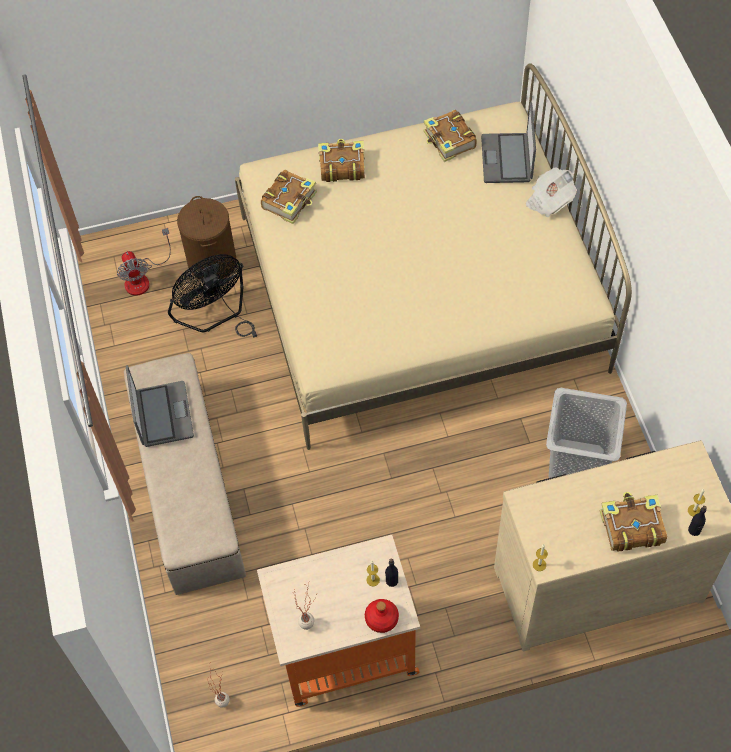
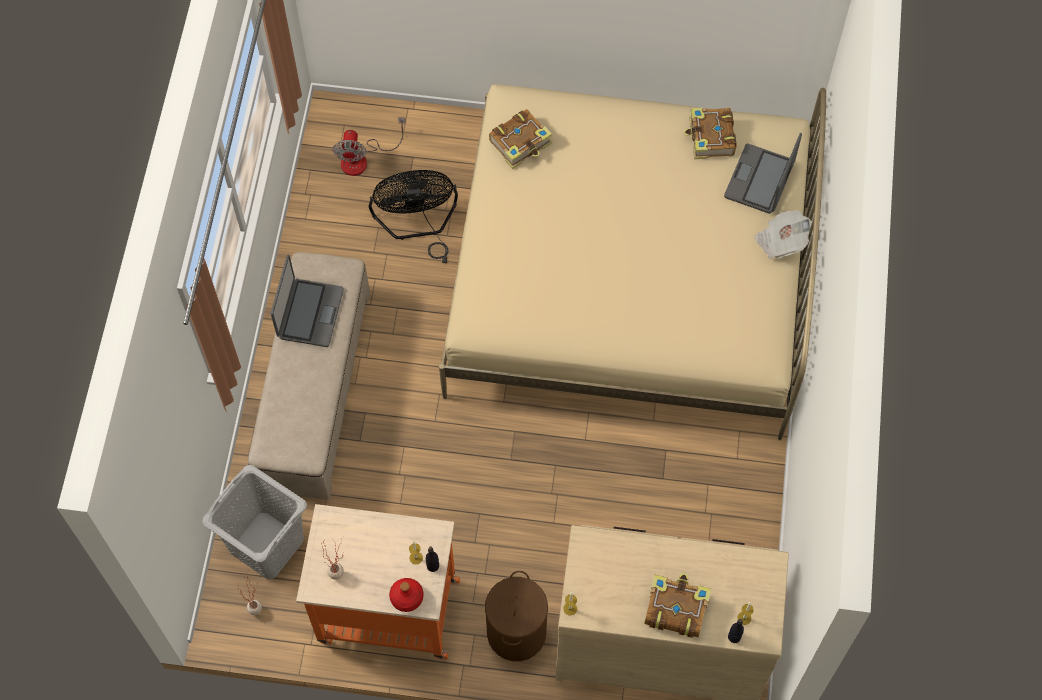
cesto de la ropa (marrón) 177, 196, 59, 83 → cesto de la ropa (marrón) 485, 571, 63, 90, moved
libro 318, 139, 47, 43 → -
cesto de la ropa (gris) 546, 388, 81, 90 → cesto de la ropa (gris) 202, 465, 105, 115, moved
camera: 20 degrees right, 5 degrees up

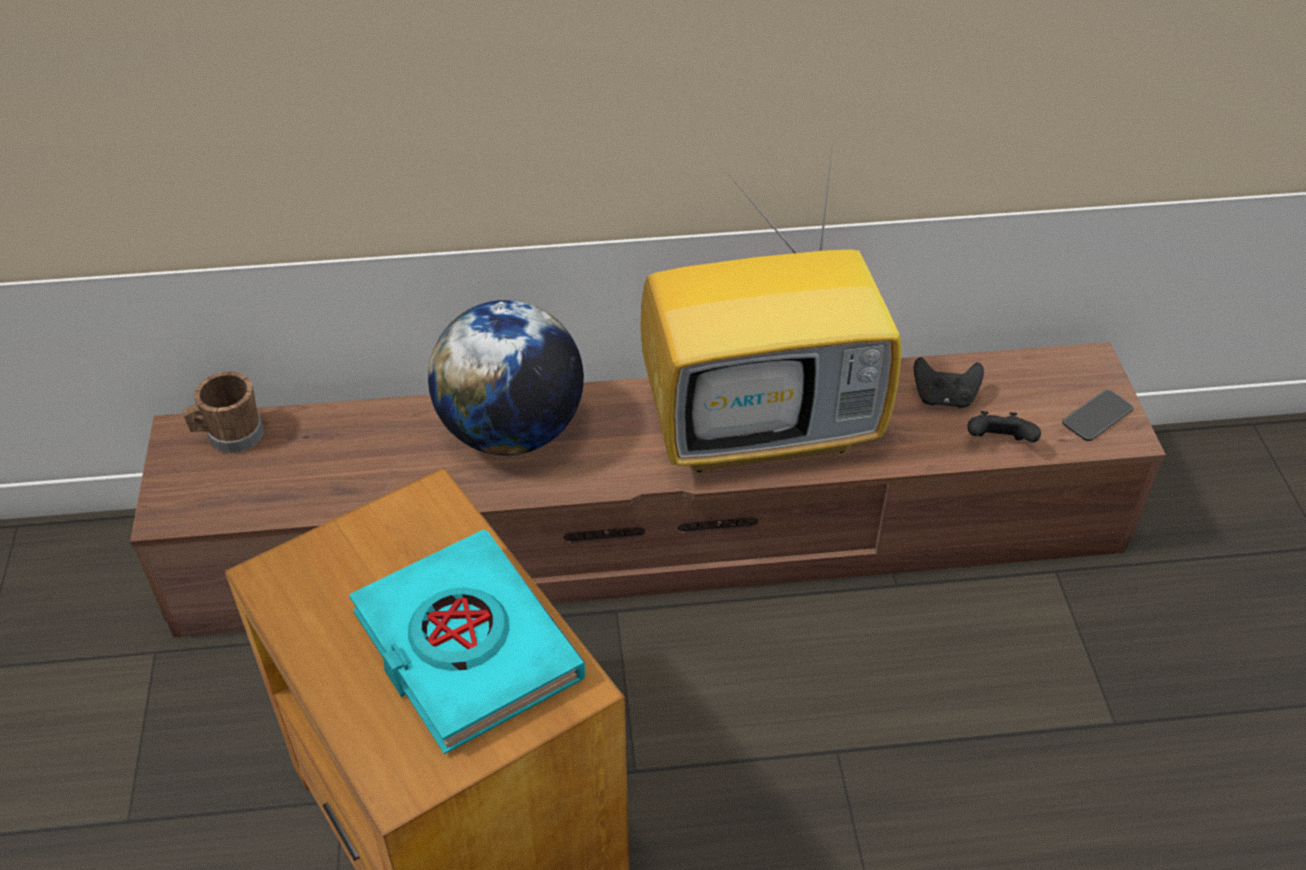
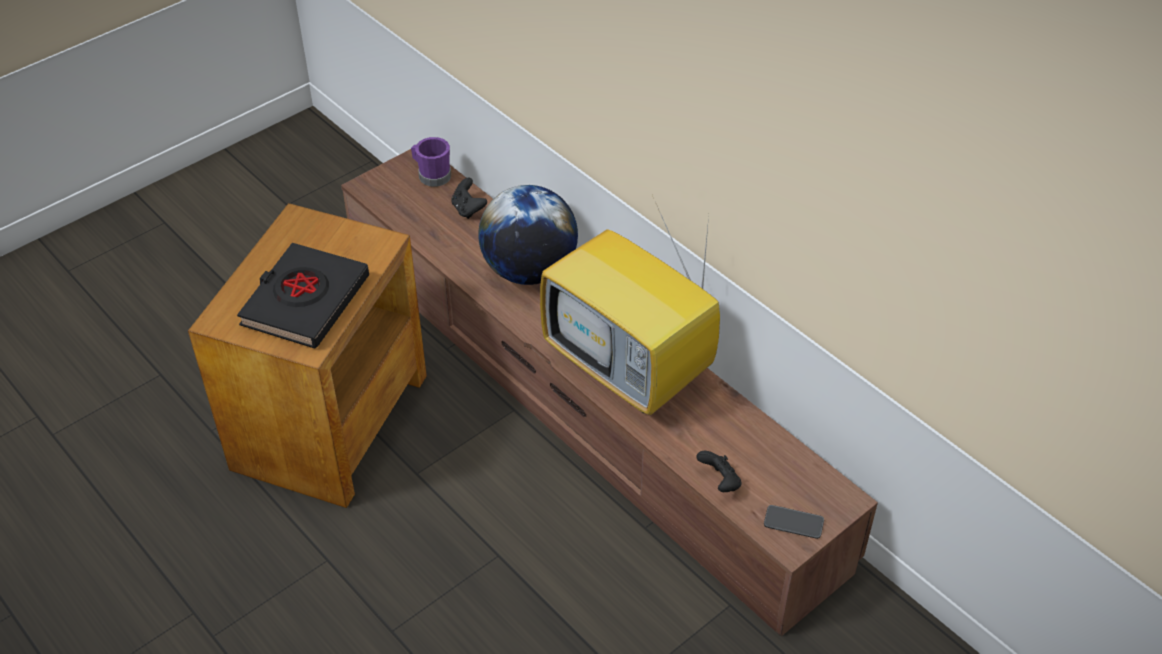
taza grande (marrón) 183, 371, 80, 82 → taza grande (morado) 411, 137, 40, 50
libro (turquesa) 349, 530, 237, 224 → libro (negro) 237, 243, 132, 106
mando de consola (negro) 914, 357, 70, 51 → mando de consola (negro) 452, 178, 35, 41, moved
camera: 55 degrees right, 0 degrees up

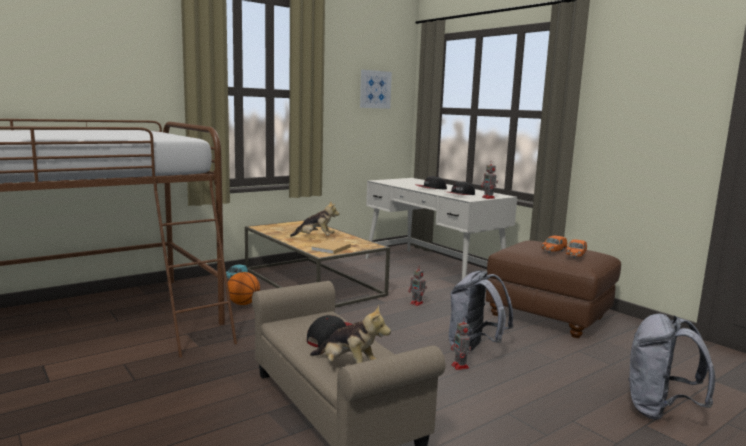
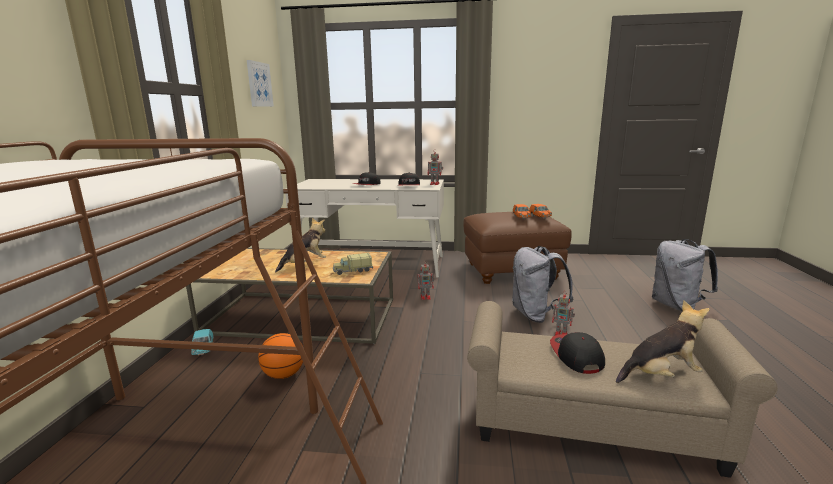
libro (beis) 311, 240, 40, 14 → camión de juguete 333, 253, 40, 22
camera: 45 degrees left, 5 degrees up

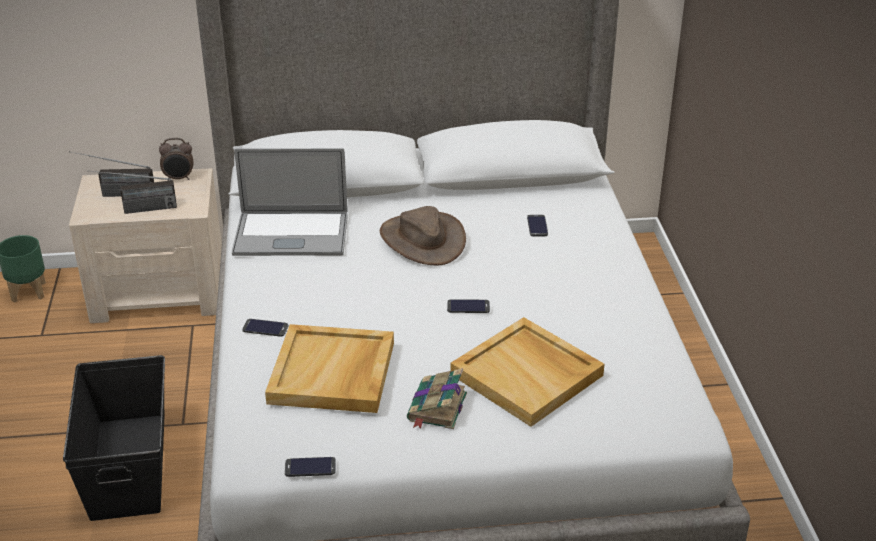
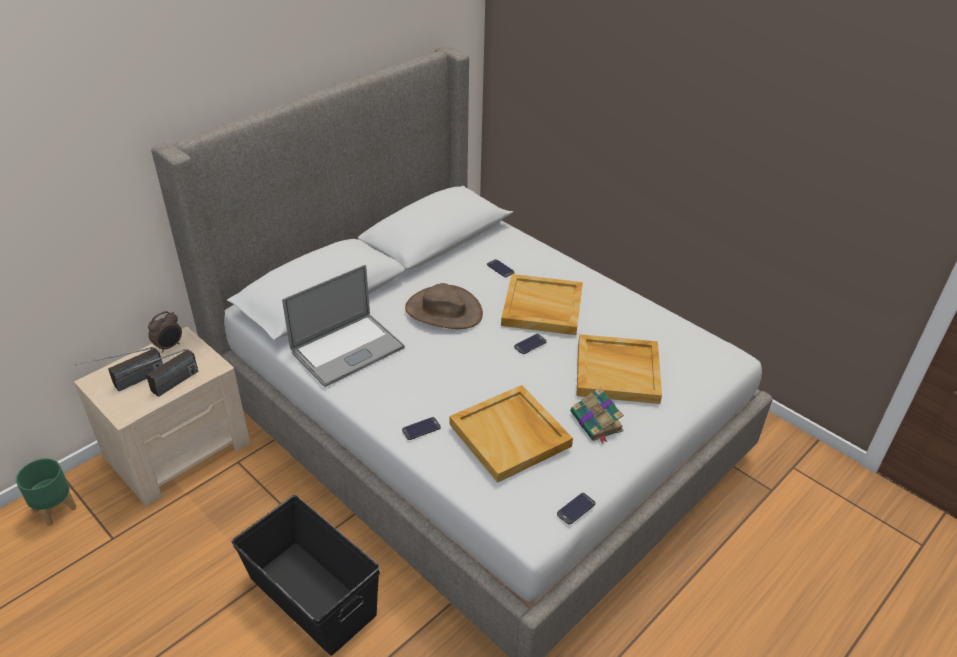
- → bandeja (beis) 501, 274, 82, 61
camera: 40 degrees left, 5 degrees up

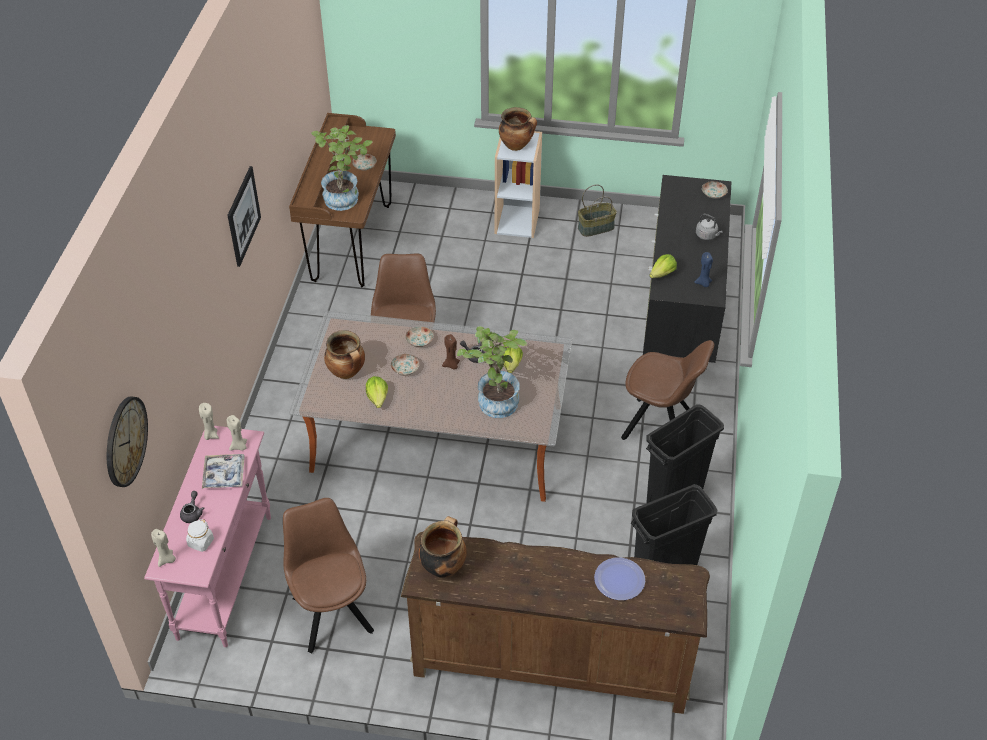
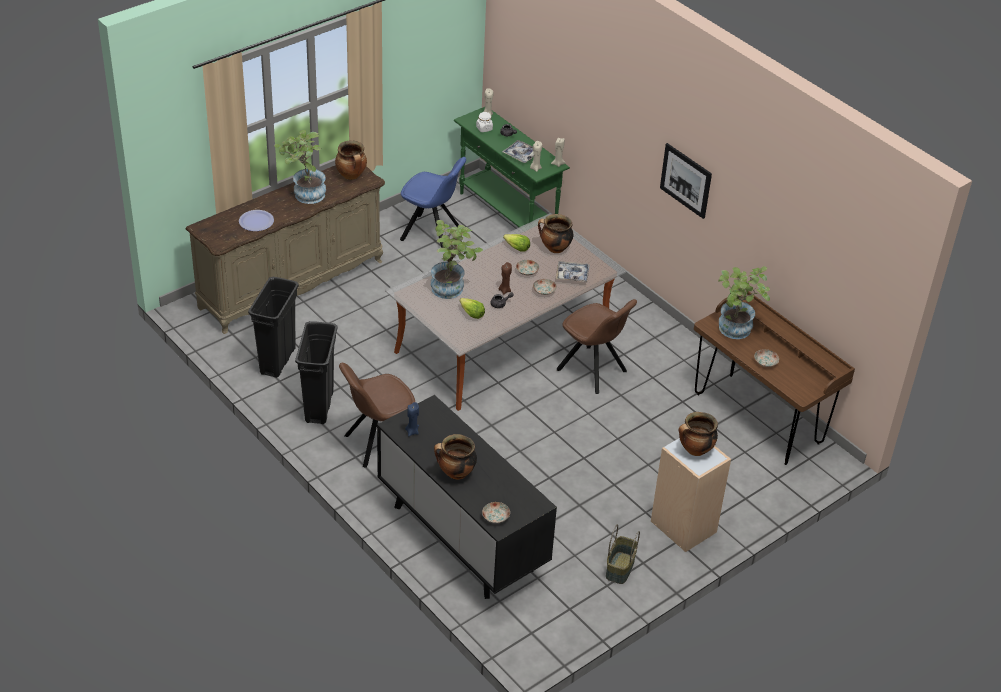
reloj de pared 107, 396, 41, 91 → -
mesa consola (rosa) 144, 426, 127, 221 → mesa consola (verde) 454, 107, 116, 120
silla (marrón) 283, 498, 91, 155 → silla (azul) 400, 157, 66, 91
lechuga 649, 254, 28, 24 → -
hervidor (gris) 696, 214, 27, 26 → olla 434, 434, 43, 46
- → planta en maceta 274, 130, 52, 74
- → bandeja 556, 261, 34, 22
camera: 130 degrees right, 5 degrees down

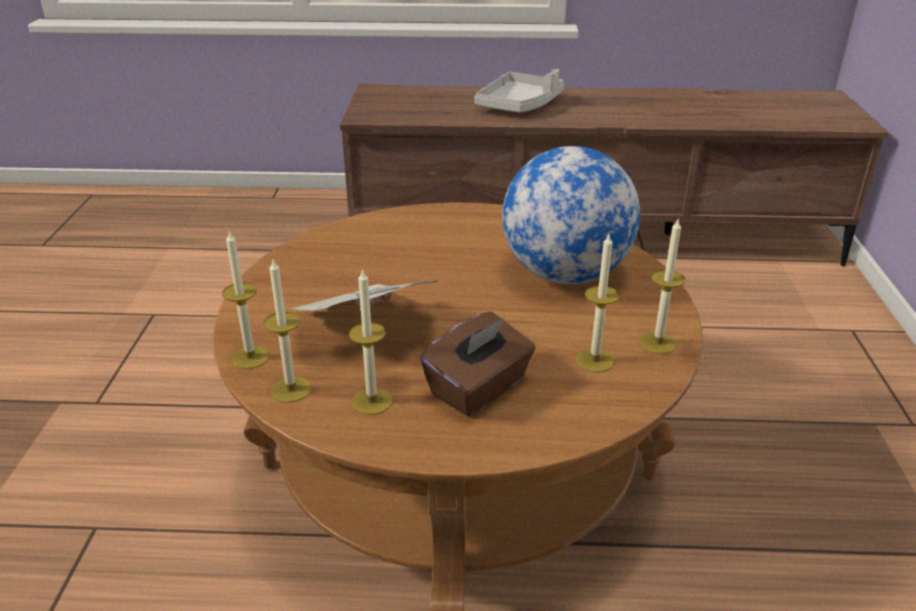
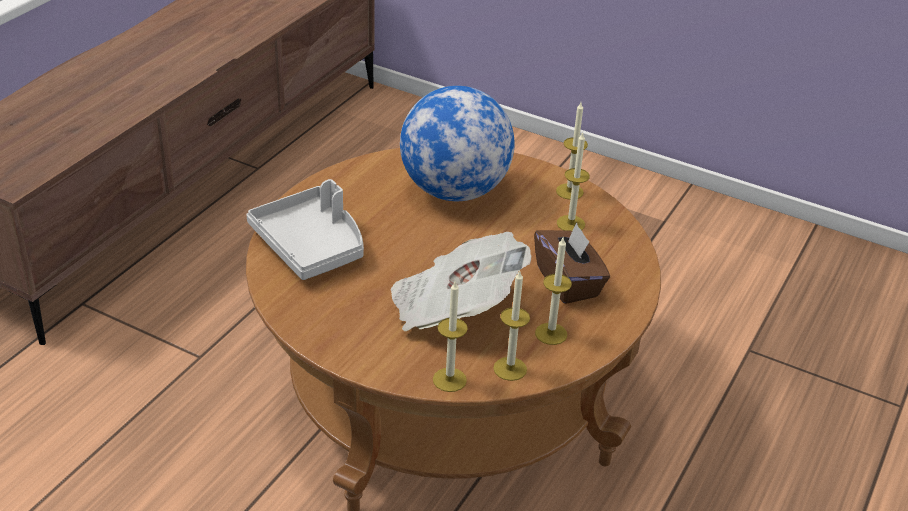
bandeja (gris) 474, 69, 90, 44 → bandeja (gris) 246, 179, 118, 101, moved
camera: 65 degrees left, 5 degrees up

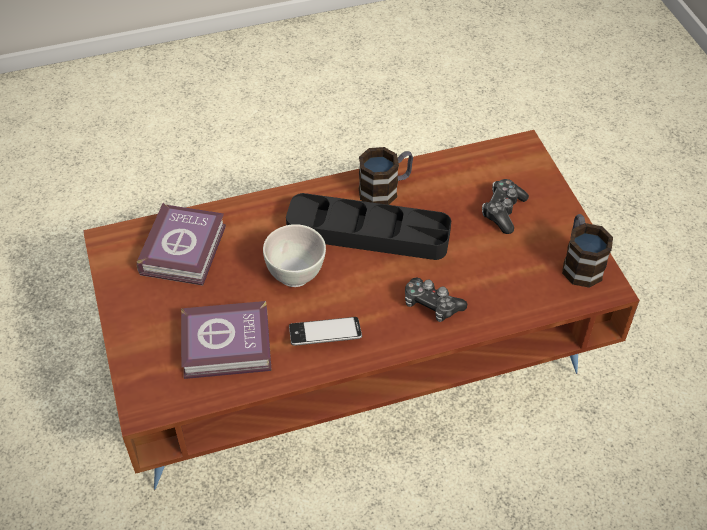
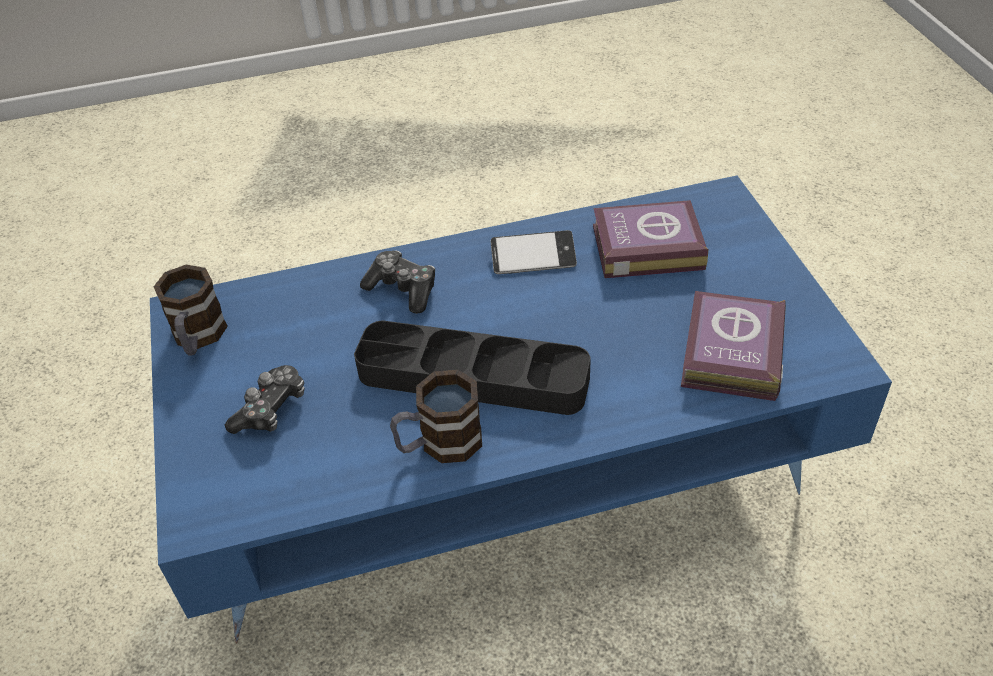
mesa de centro (marrón) 83, 130, 557, 360 → mesa de centro (azul) 150, 176, 742, 468
cuenco (blanco) 263, 224, 63, 63 → -
camera: 175 degrees left, 5 degrees down

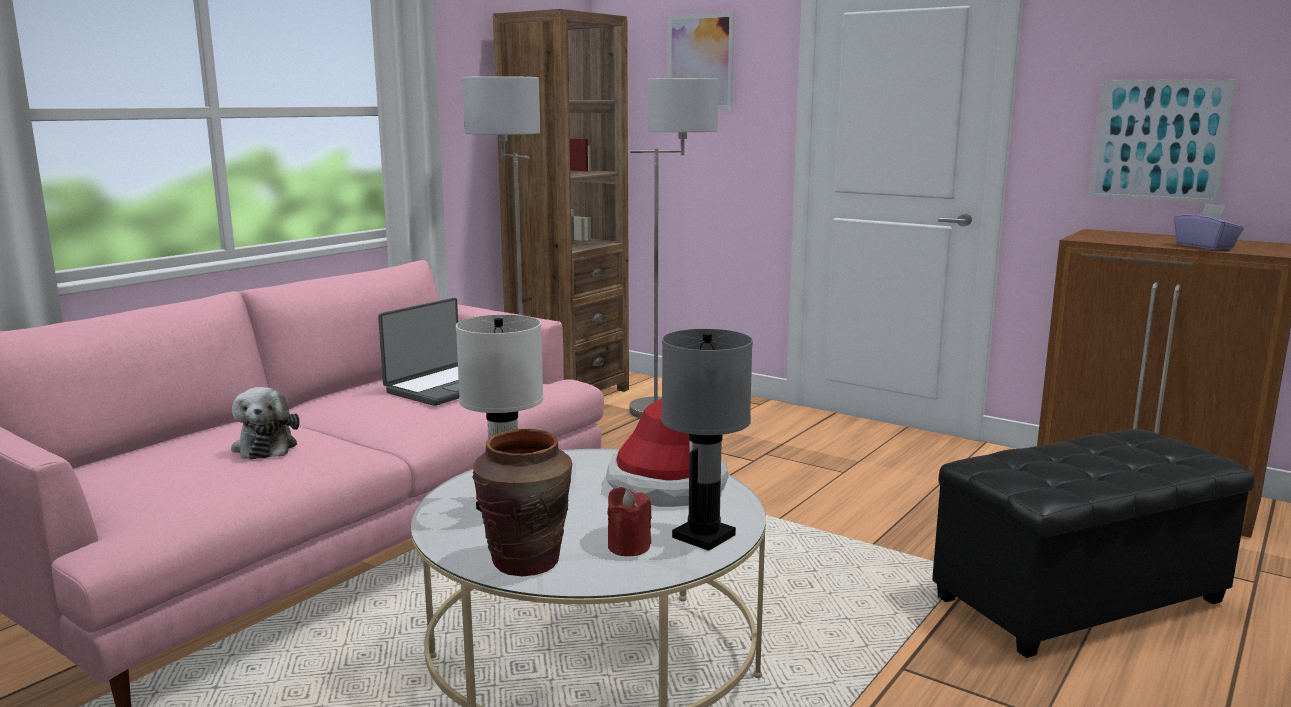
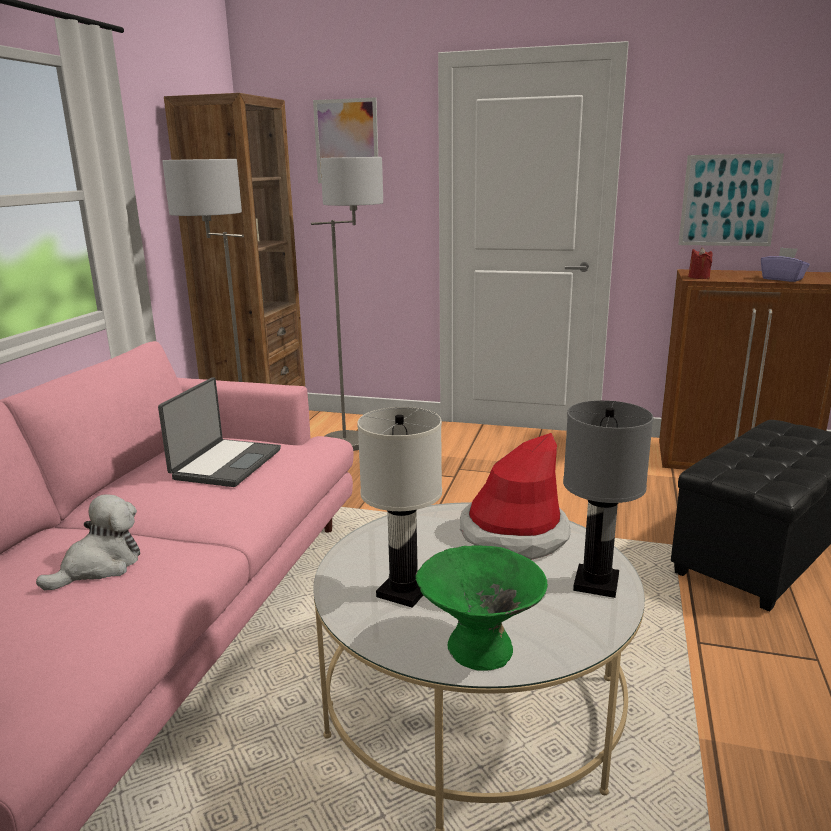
peluche 231, 387, 69, 73 → peluche 36, 494, 104, 96, 105 degrees counterclockwise
florero (marrón) 472, 429, 100, 147 → cuenco (verde) 415, 545, 133, 126
vela (rojo) 607, 487, 45, 69 → vela (rojo) 688, 247, 24, 32, moved
camera: 20 degrees left, 5 degrees up

